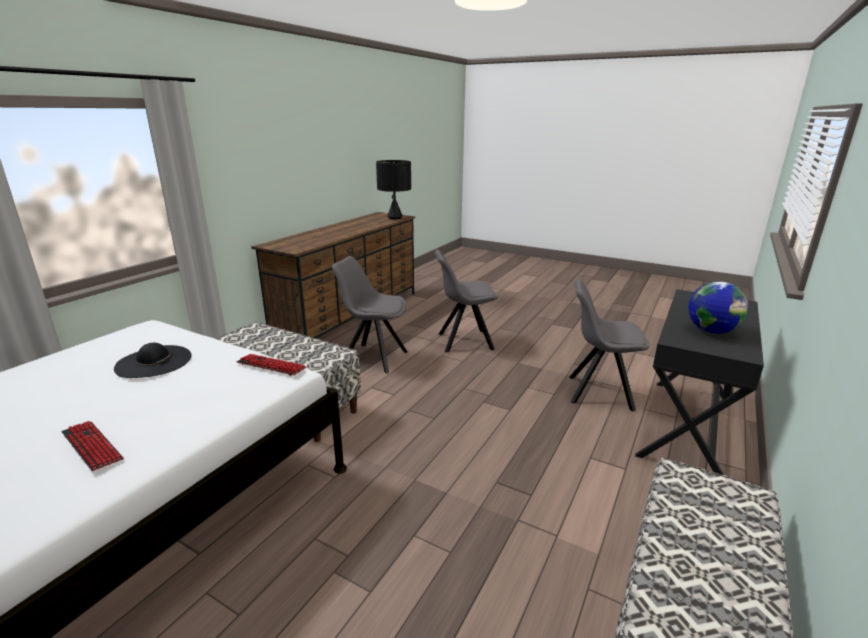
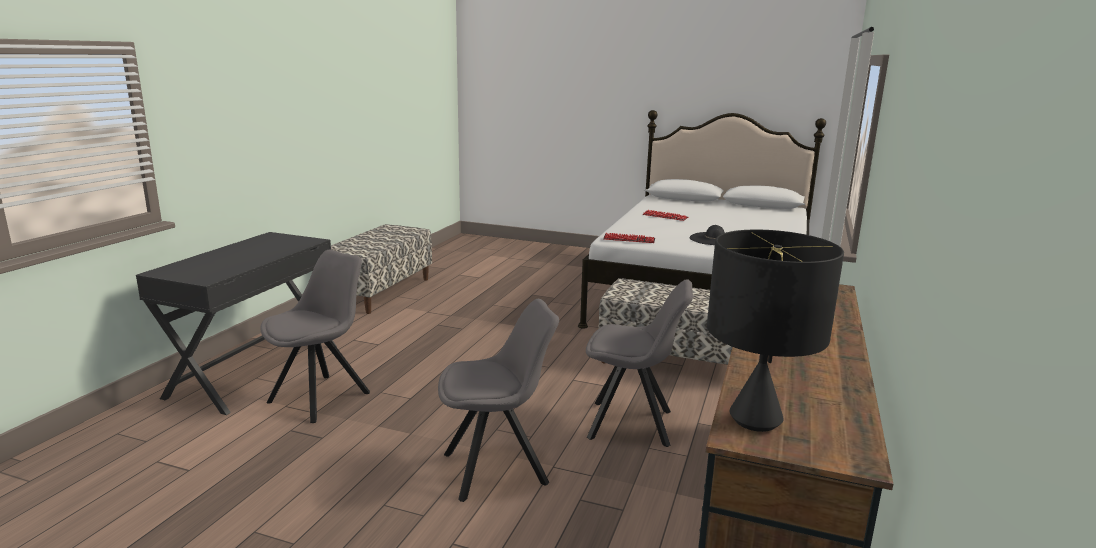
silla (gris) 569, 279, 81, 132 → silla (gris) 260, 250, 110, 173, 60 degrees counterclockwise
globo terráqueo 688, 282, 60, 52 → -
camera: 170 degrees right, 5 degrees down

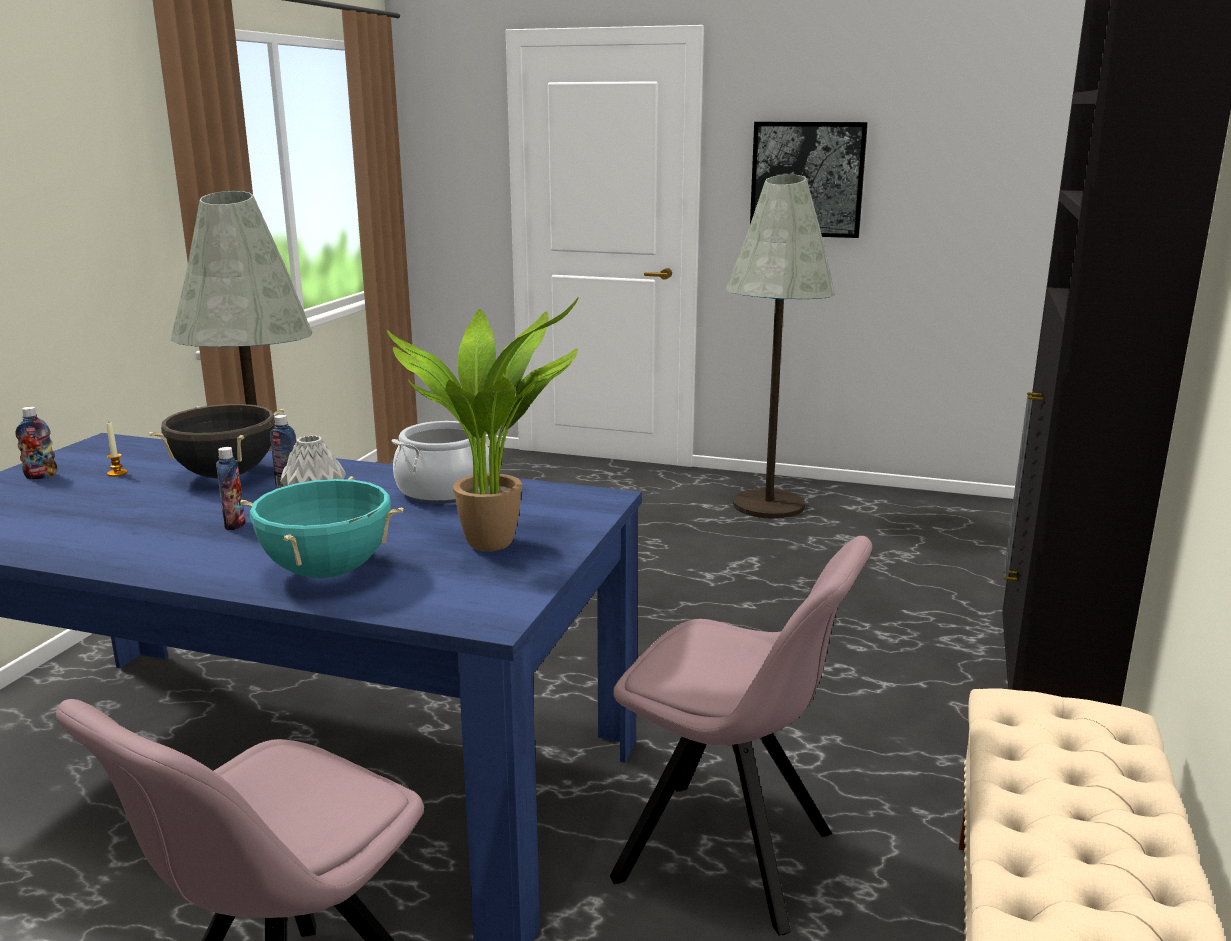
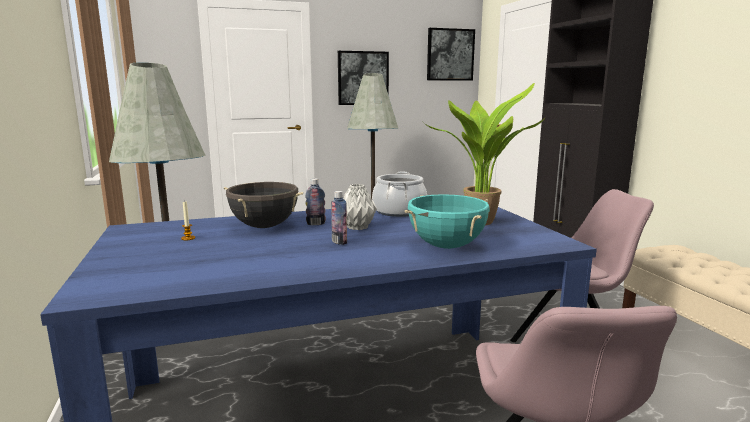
botella 15, 407, 42, 72 → -
- → cuadro 427, 28, 48, 53
camera: 35 degrees left, 5 degrees down

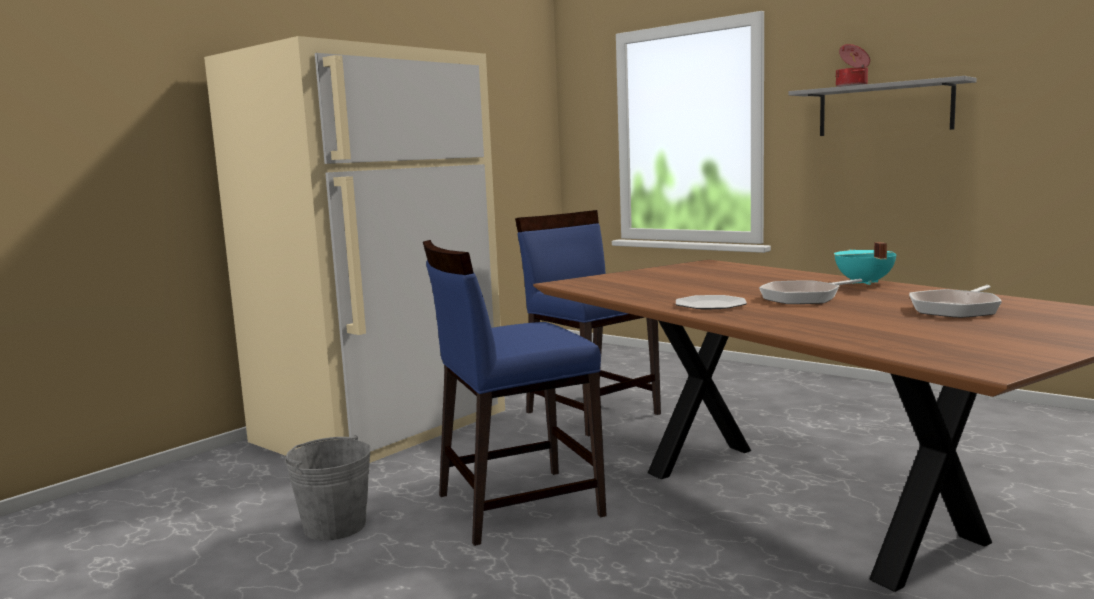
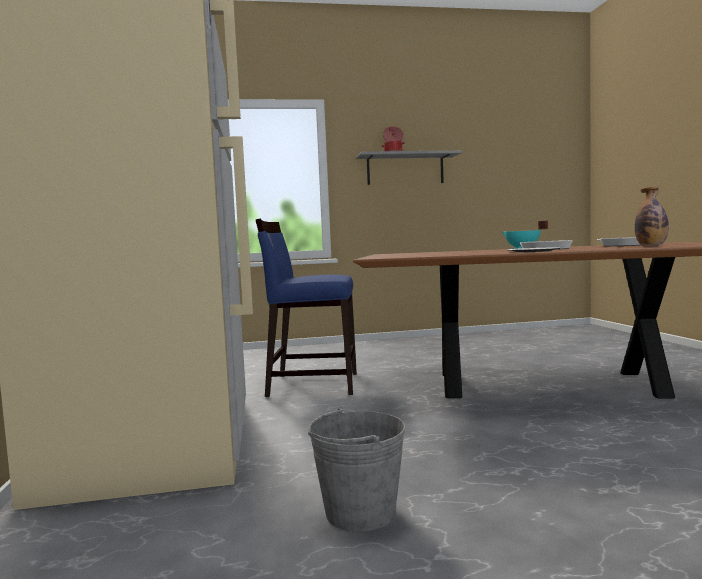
silla (azul) 423, 240, 184, 306 → -
- → botella 635, 187, 34, 59
camera: 50 degrees left, 5 degrees down

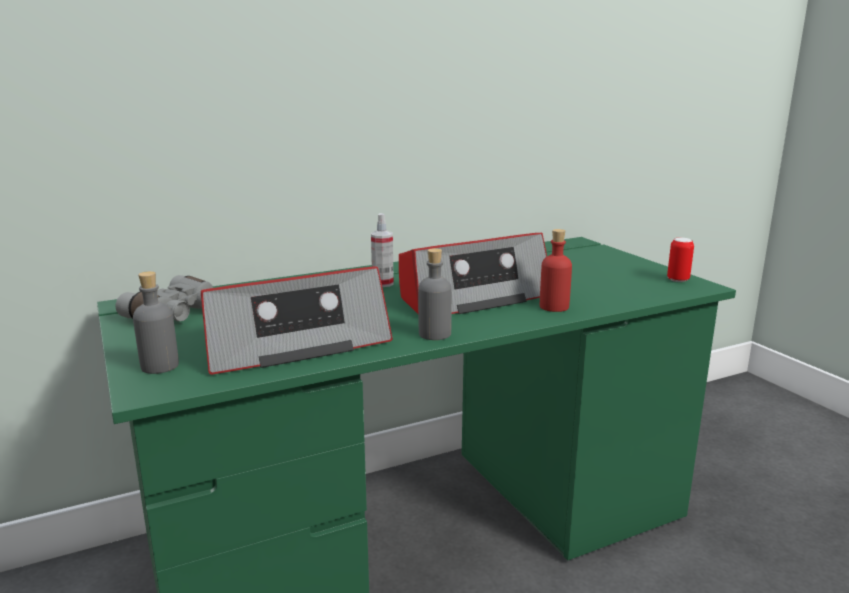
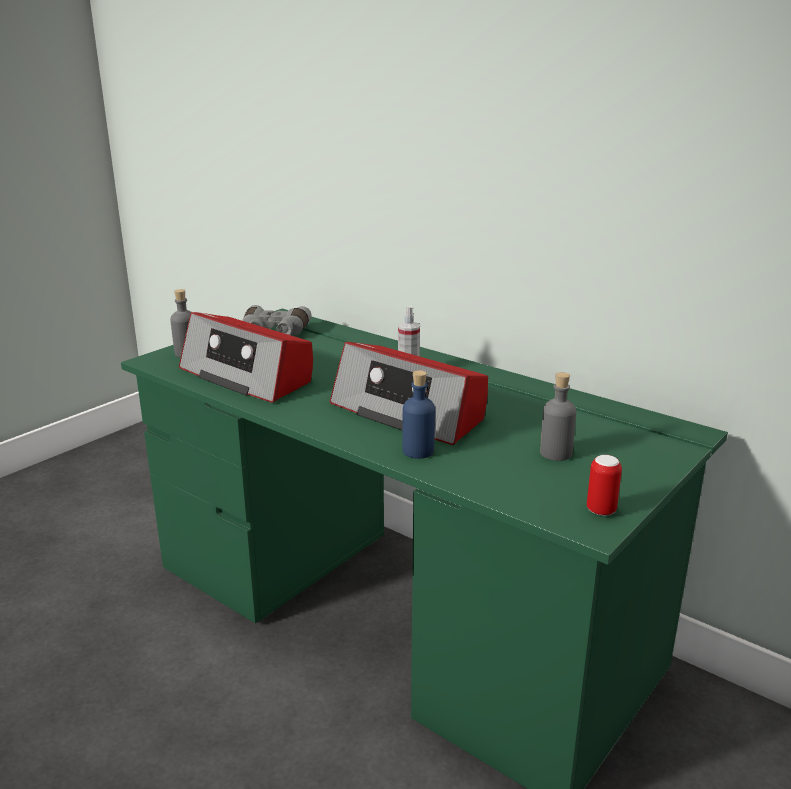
botella (gris) 418, 248, 34, 92 → botella (gris) 540, 372, 36, 89, moved
botella (rojo) 540, 229, 32, 83 → botella (azul) 402, 371, 33, 88
camera: 65 degrees right, 5 degrees up

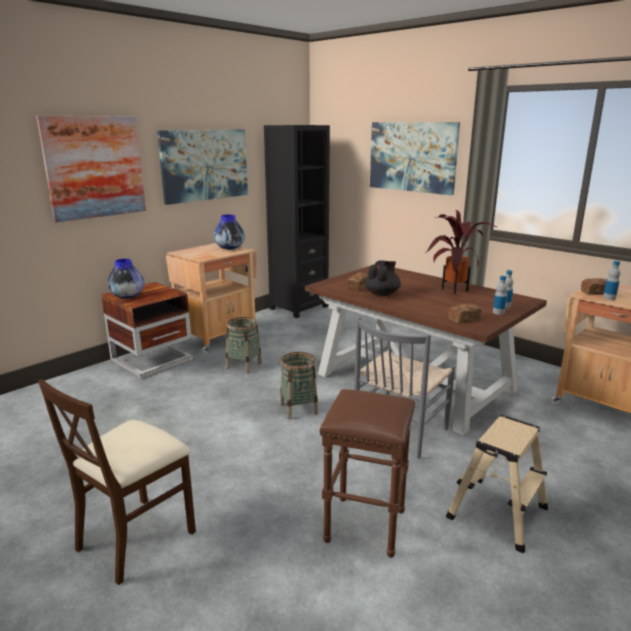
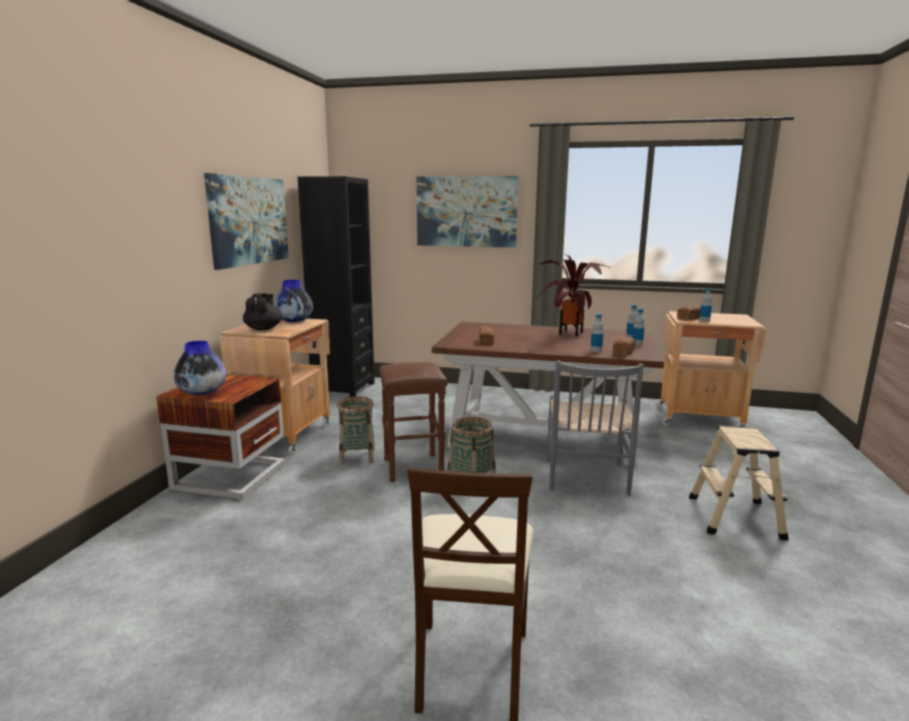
cuadro 36, 116, 110, 106 → -
taburete (marrón) 320, 389, 95, 169 → taburete (marrón) 379, 362, 69, 120, moved
tetera (negro) 365, 261, 36, 35 → tetera (negro) 243, 293, 39, 37, moved
- → botella 590, 314, 13, 39
camera: 30 degrees left, 5 degrees down

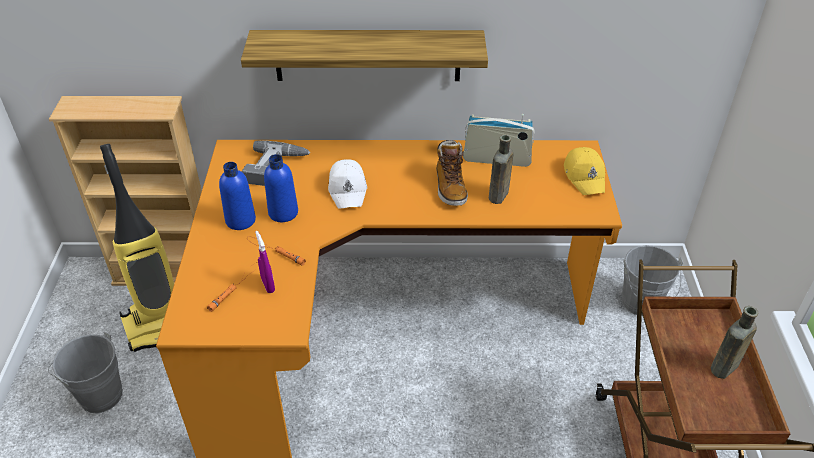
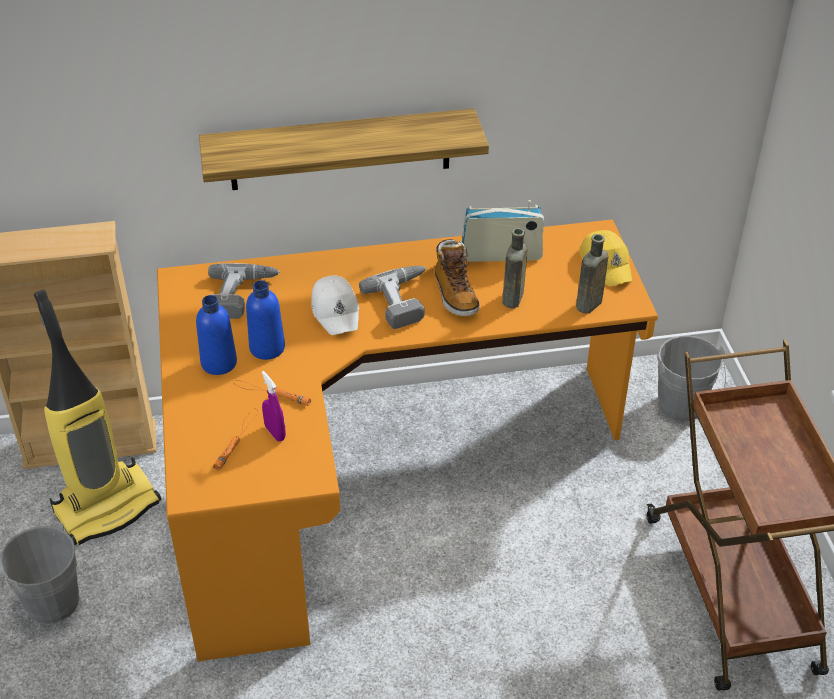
botella (marrón) 710, 306, 48, 73 → botella (marrón) 576, 234, 32, 79, moved
- → taladro 359, 266, 67, 63
camera: 10 degrees left, 0 degrees up

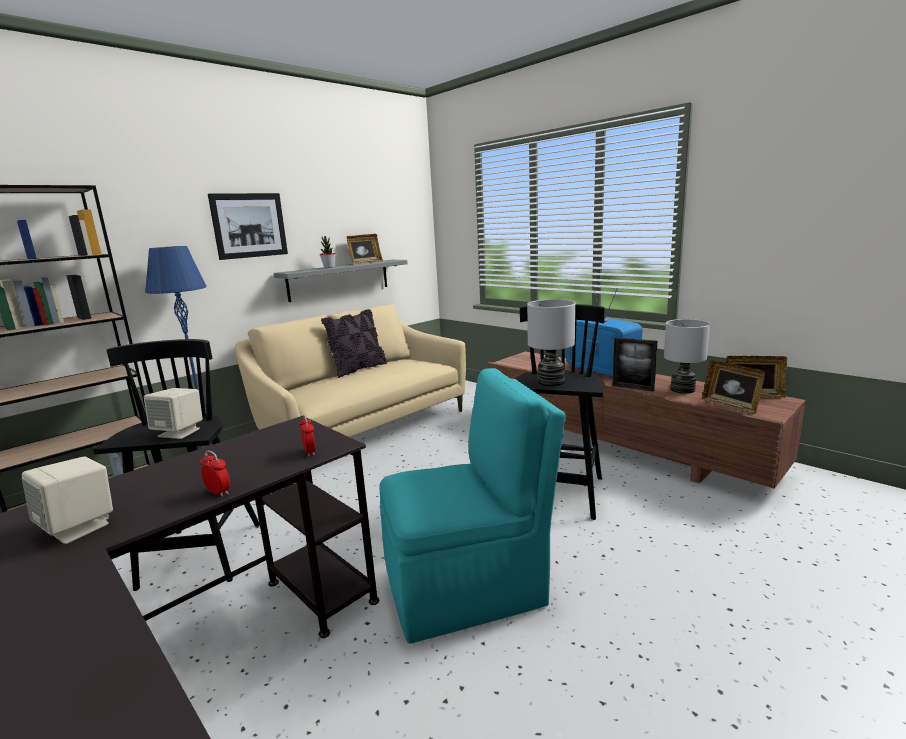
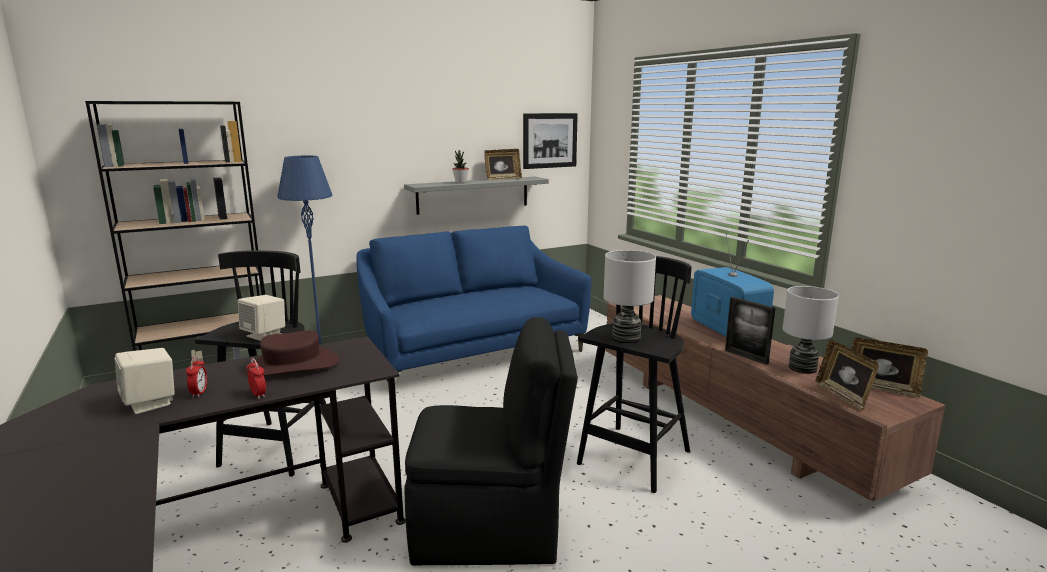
cuadro 208, 193, 80, 67 → cuadro 523, 113, 55, 56, moved
sofá (beis) 235, 304, 231, 133 → sofá (azul) 356, 226, 235, 147
despertador 299, 415, 17, 42 → despertador 186, 356, 21, 42, moved
cojín (negro) 321, 309, 66, 69 → -
silla (turquesa) 379, 368, 187, 276 → silla (negro) 404, 317, 174, 249
- → sombrero (marrón) 245, 330, 94, 46
camera: 15 degrees right, 0 degrees up

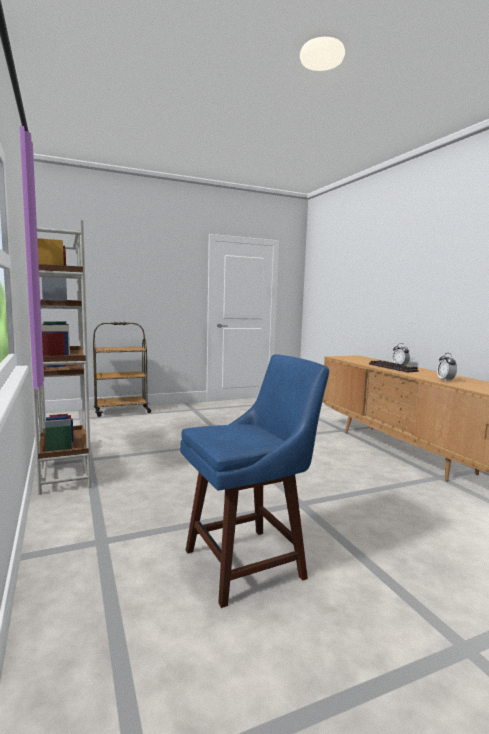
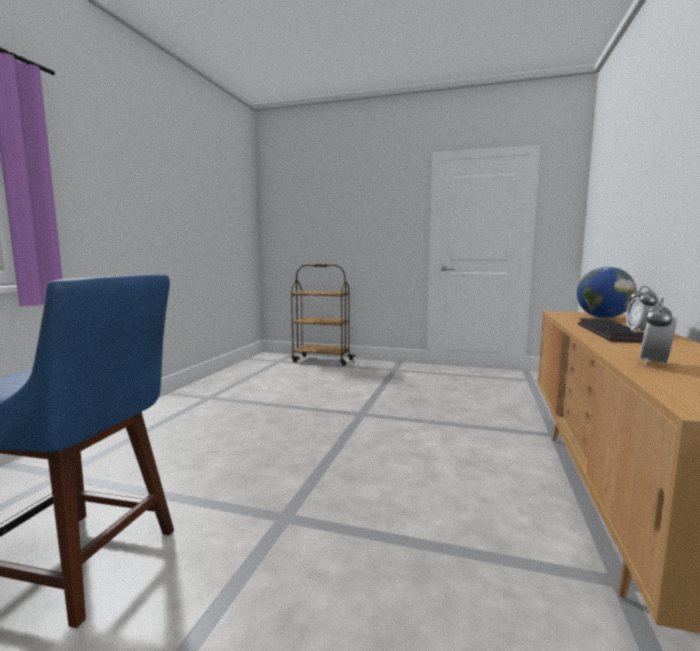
estantería (marrón) 23, 215, 69, 280 → -
- → globo terráqueo 577, 267, 60, 51
camera: 40 degrees right, 0 degrees up

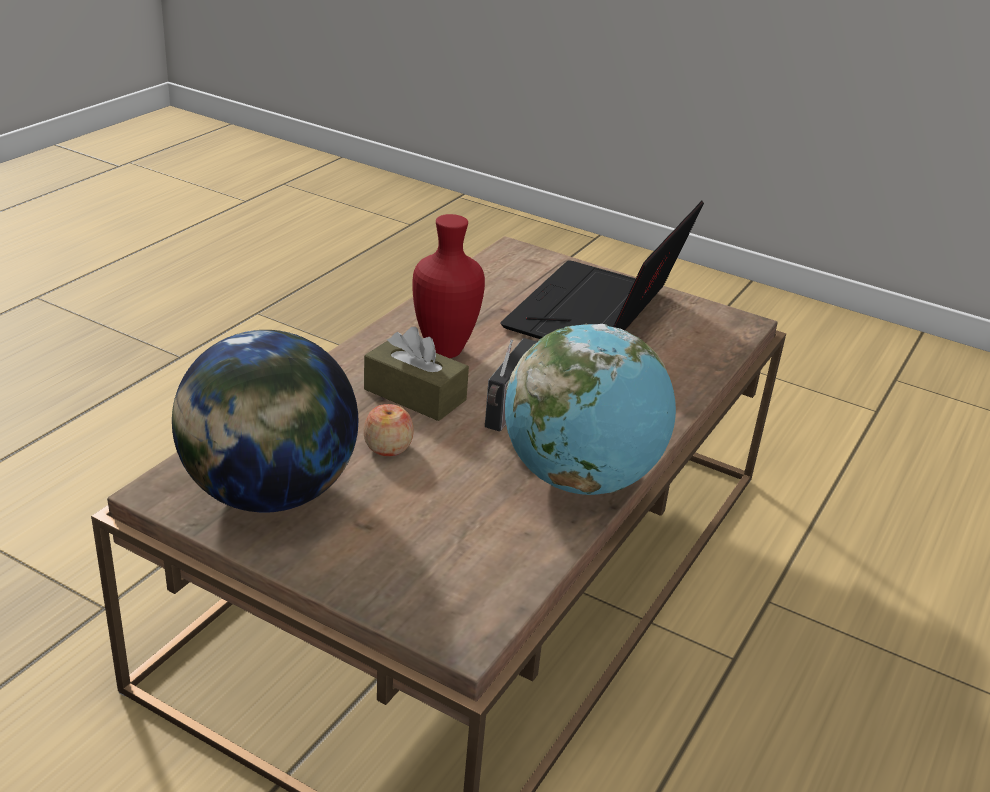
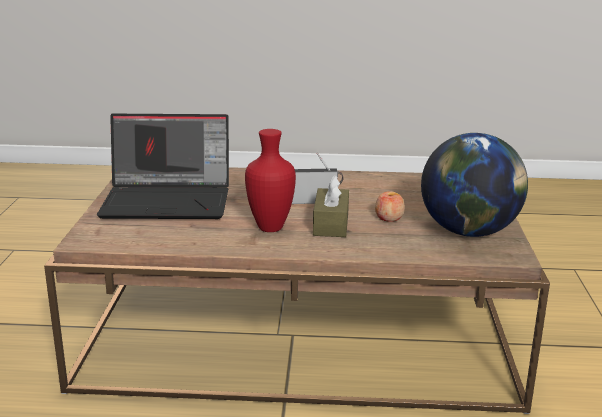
globo terráqueo 505, 324, 171, 171 → -
camera: 115 degrees left, 10 degrees down

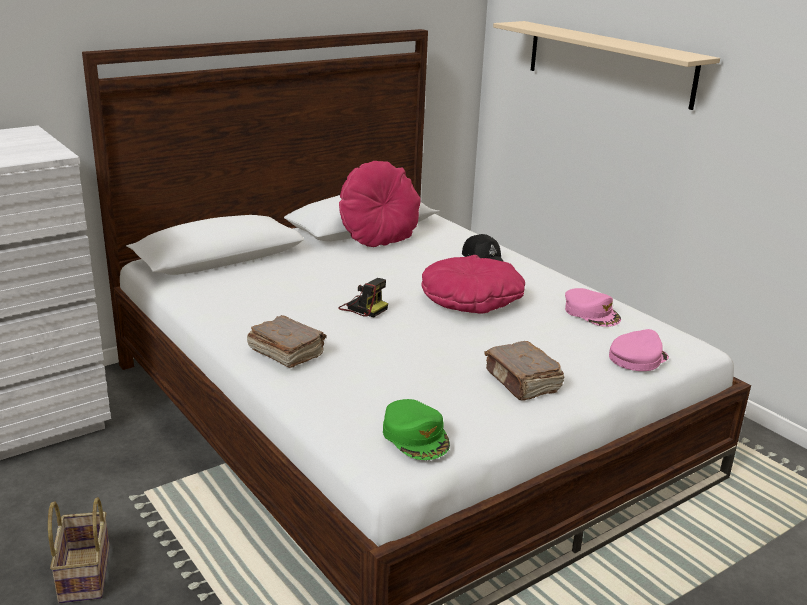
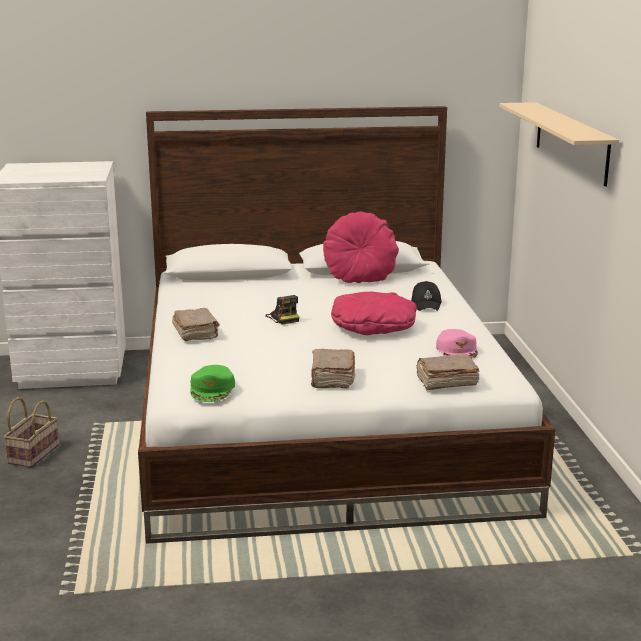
gorra (rosa) 609, 329, 60, 42 → libro (marrón) 416, 354, 63, 36
camera: 30 degrees right, 5 degrees down

